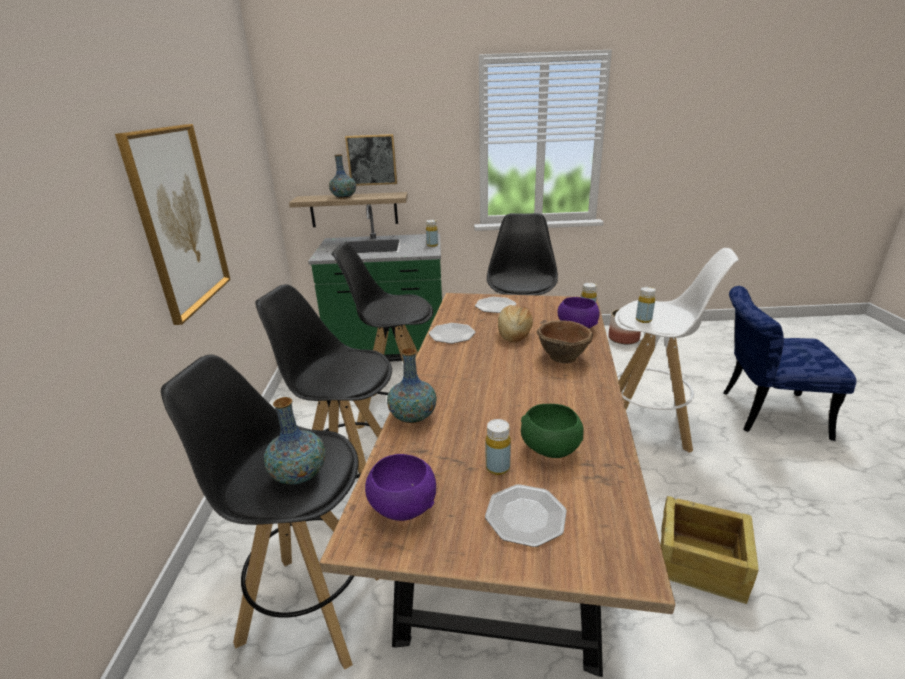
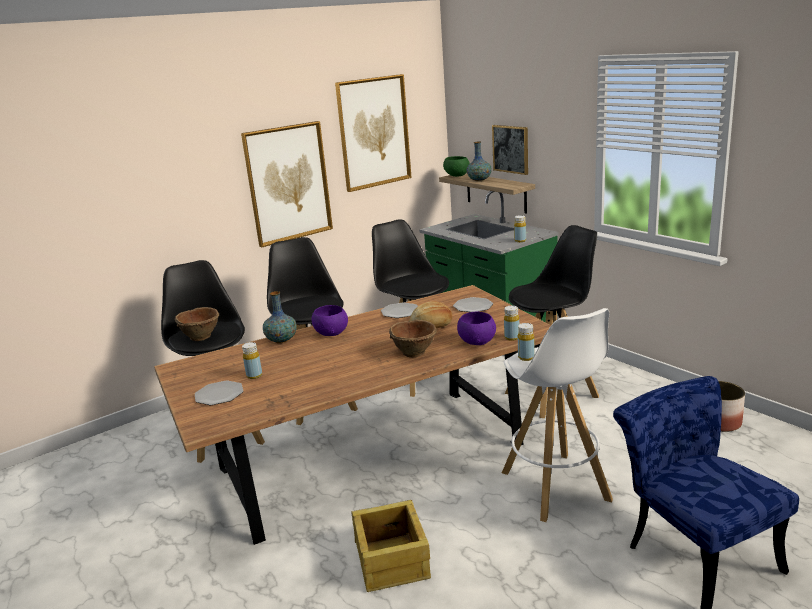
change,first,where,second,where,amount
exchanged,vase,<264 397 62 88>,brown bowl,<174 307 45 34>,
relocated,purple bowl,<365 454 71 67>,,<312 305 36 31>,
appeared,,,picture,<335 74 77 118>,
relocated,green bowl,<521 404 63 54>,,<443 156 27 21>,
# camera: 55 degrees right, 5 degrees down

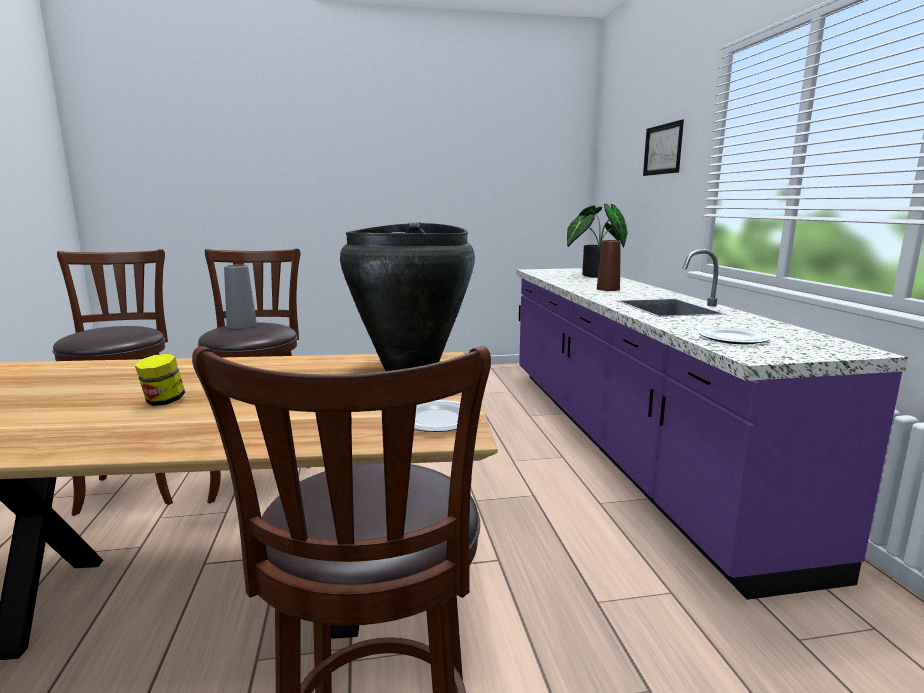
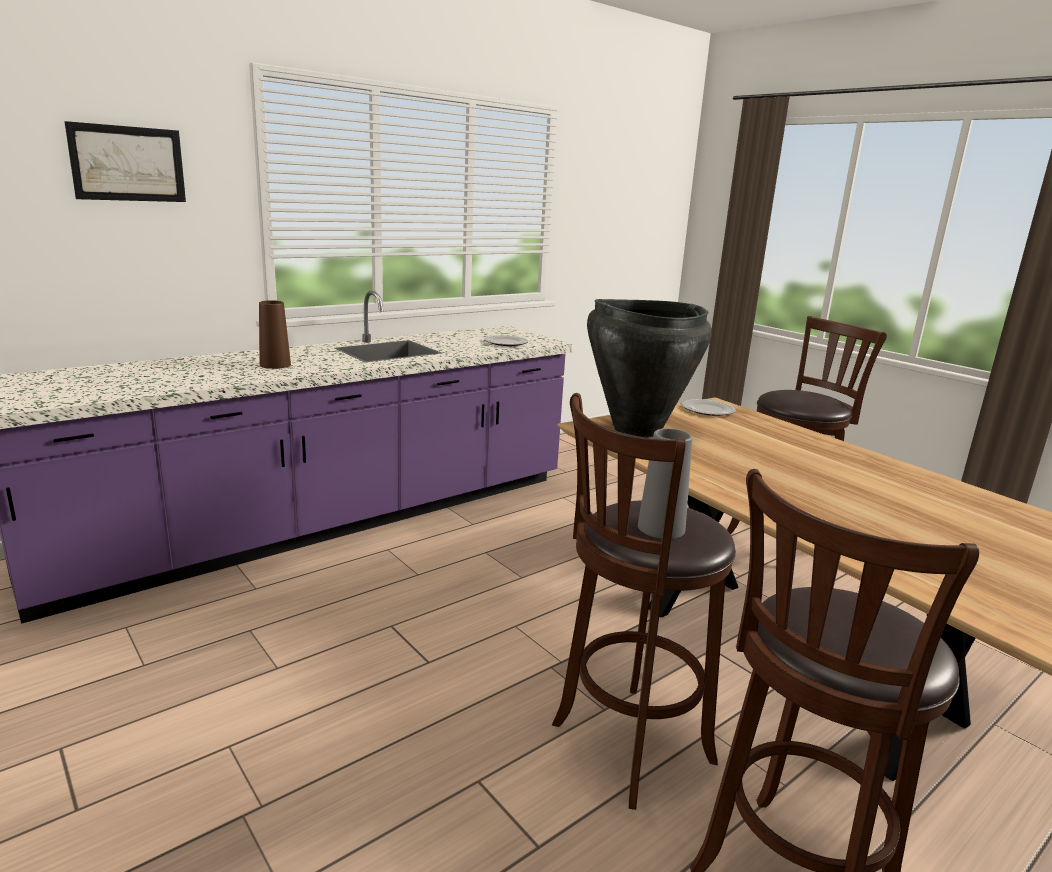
change,first,where,second,where,amount
missing,jar,<135 354 50 52>,,,
missing,potted plant,<567 204 60 74>,,,
# camera: 120 degrees left, 5 degrees up

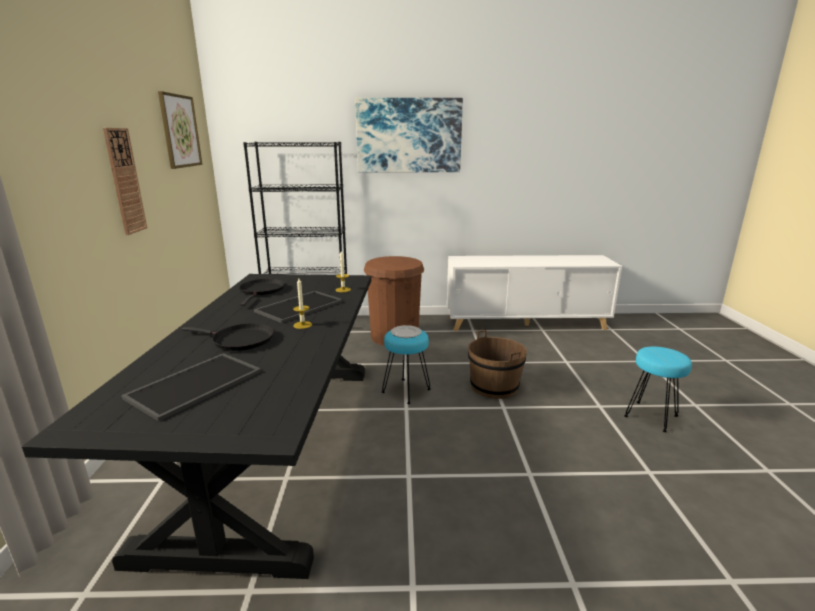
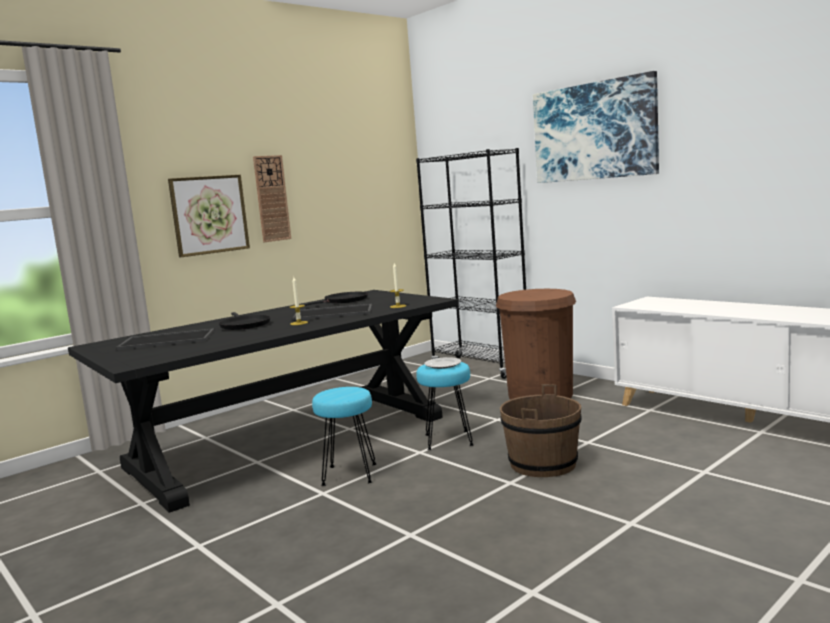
change,first,where,second,where,amount
relocated,picture,<158 91 45 78>,,<168 175 82 82>,
relocated,turquoise stool,<624 346 68 86>,,<312 387 65 99>,
# camera: 50 degrees right, 10 degrees down

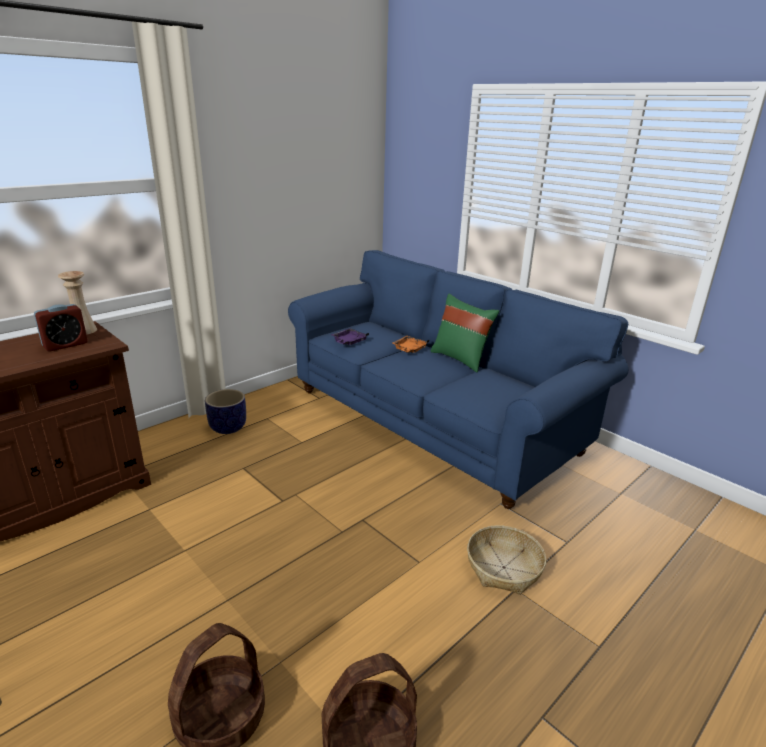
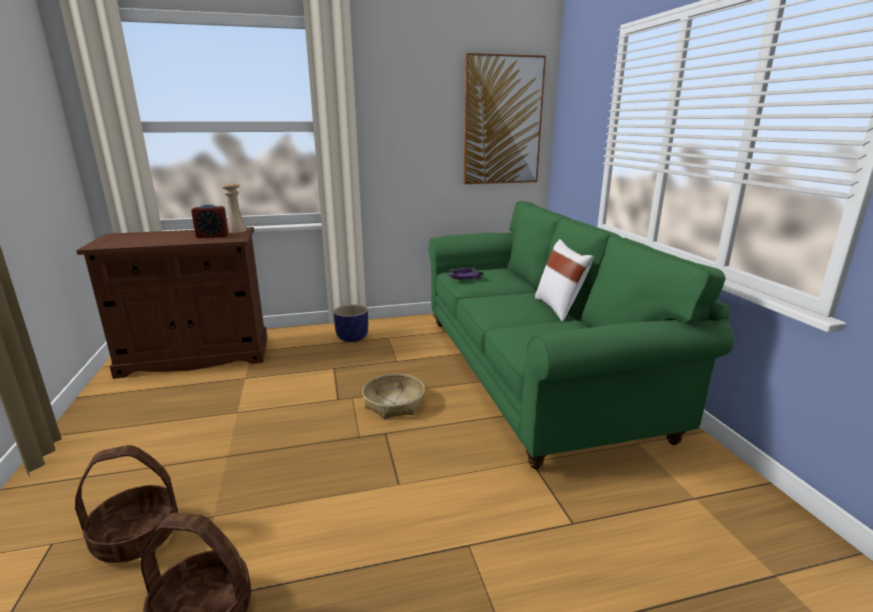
change,first,where,second,where,amount
relocated,basket,<467 525 79 70>,,<362 374 63 45>,
colour,blue sofa,<288 250 341 259>,green sofa,<429 201 305 268>,
appeared,,,picture,<463 53 83 131>,
colour,green pillow,<431 294 68 79>,white pillow,<535 239 59 83>,
missing,orange tray,<392 336 37 17>,,,
# camera: 30 degrees right, 5 degrees down

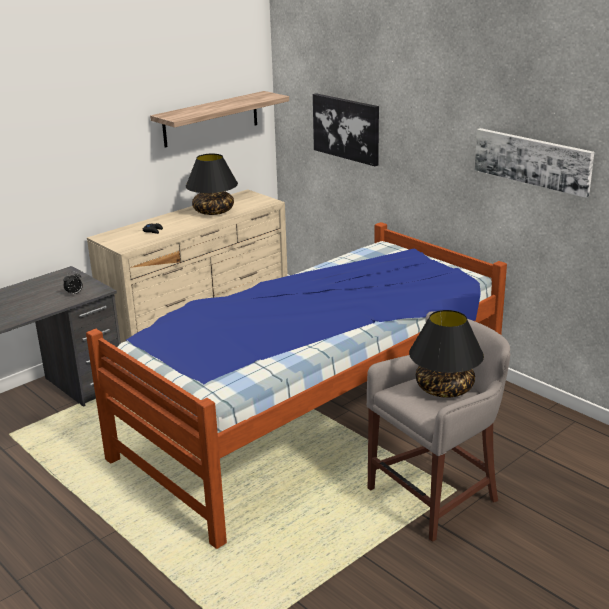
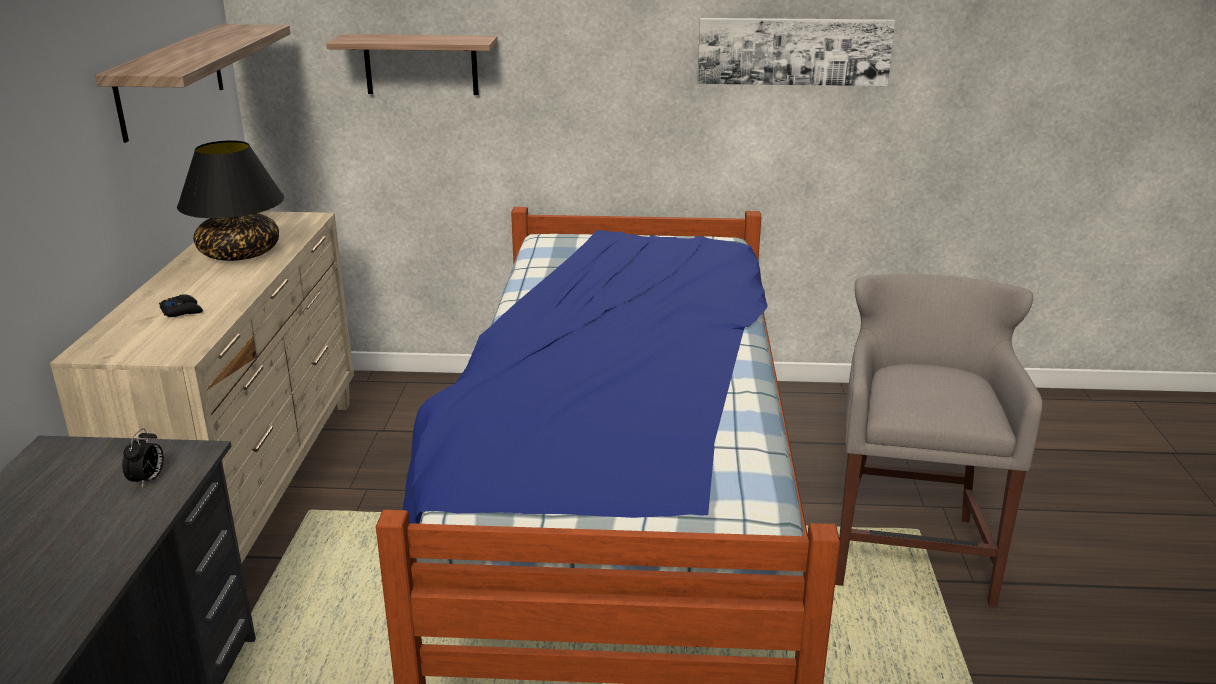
change,first,where,second,where,amount
exchanged,picture,<313 93 66 73>,shelf,<326 34 172 61>,
missing,black table lamp,<409 310 75 88>,,,
# camera: 45 degrees left, 0 degrees up

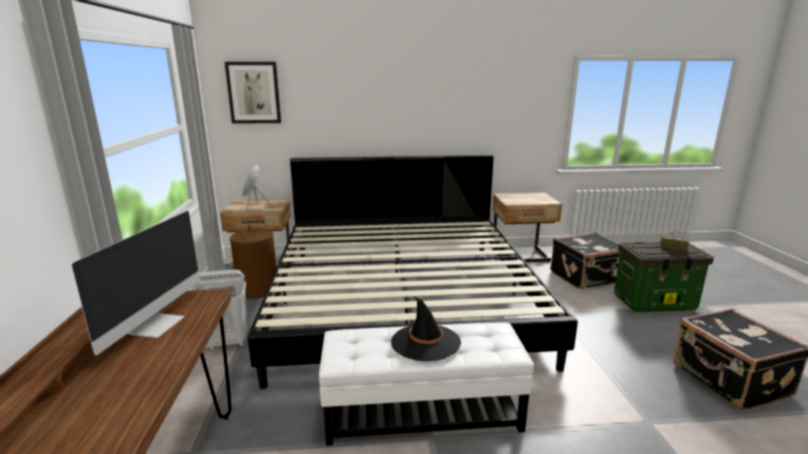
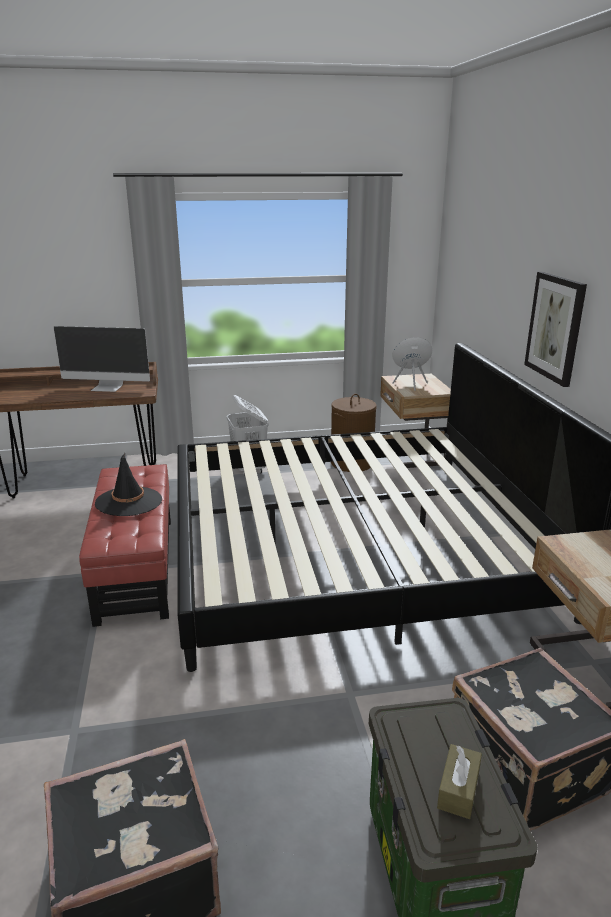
change,first,where,second,where,amount
colour,white ottoman,<319 323 215 123>,red ottoman,<79 464 92 163>,
relocated,picture,<225 62 56 62>,,<524 272 63 115>,
# camera: 85 degrees right, 5 degrees up

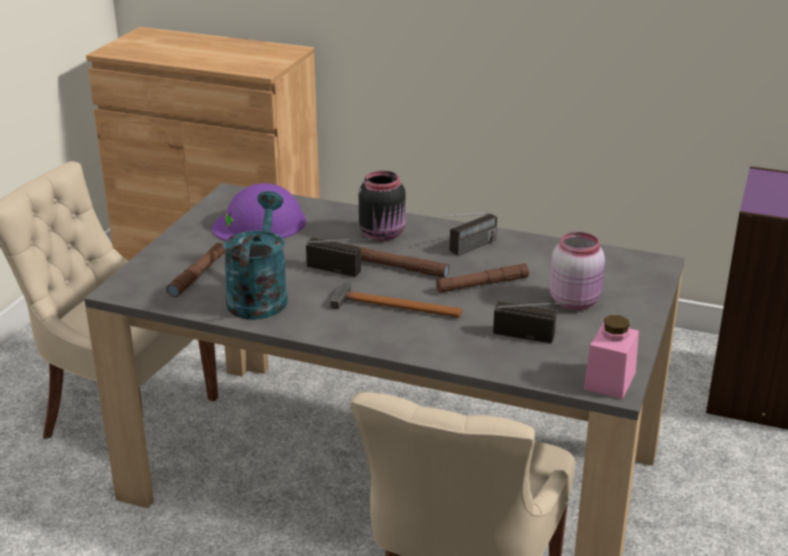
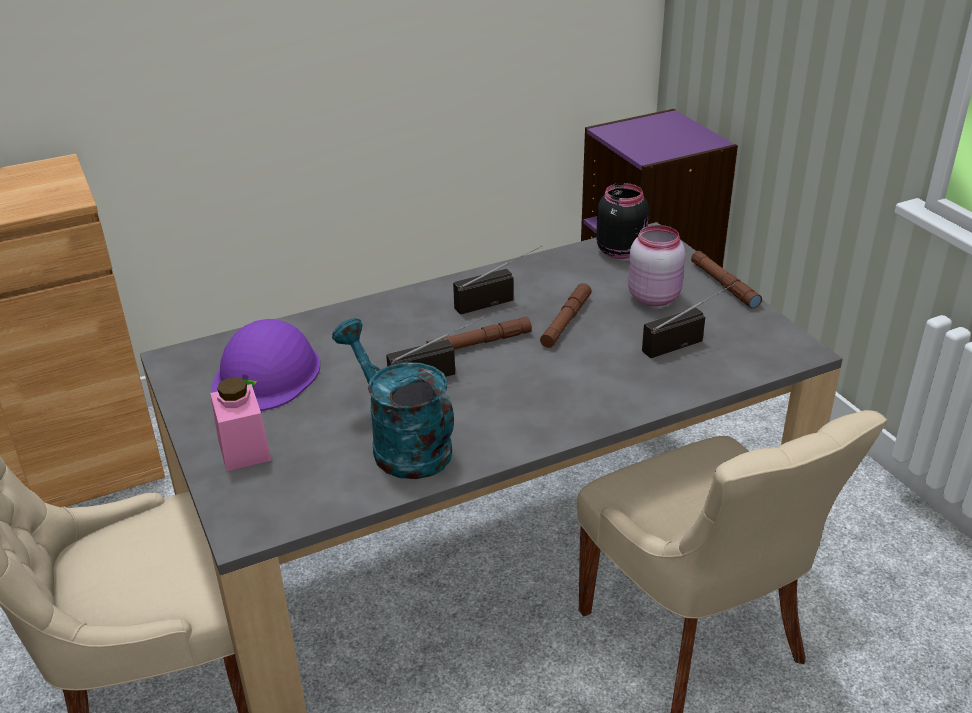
change,first,where,second,where,amount
relocated,pink jar,<584 315 55 84>,,<210 377 61 94>,
spun,radio,<429 212 68 44>,,<453 246 89 69>,120 degrees counterclockwise
relocated,black jar,<359 171 47 70>,,<596 183 53 76>,
relocated,brown flashlight,<167 243 58 54>,,<691 251 71 58>,
missing,hammer,<330 278 132 40>,,,
# camera: 45 degrees left, 5 degrees up

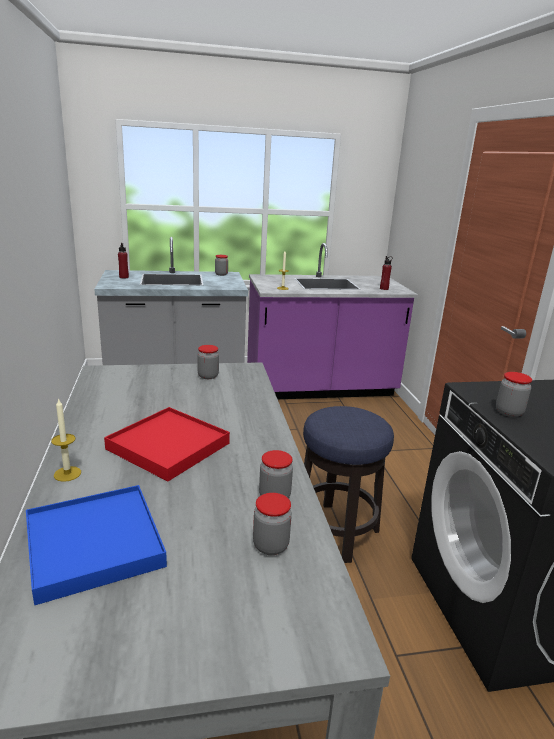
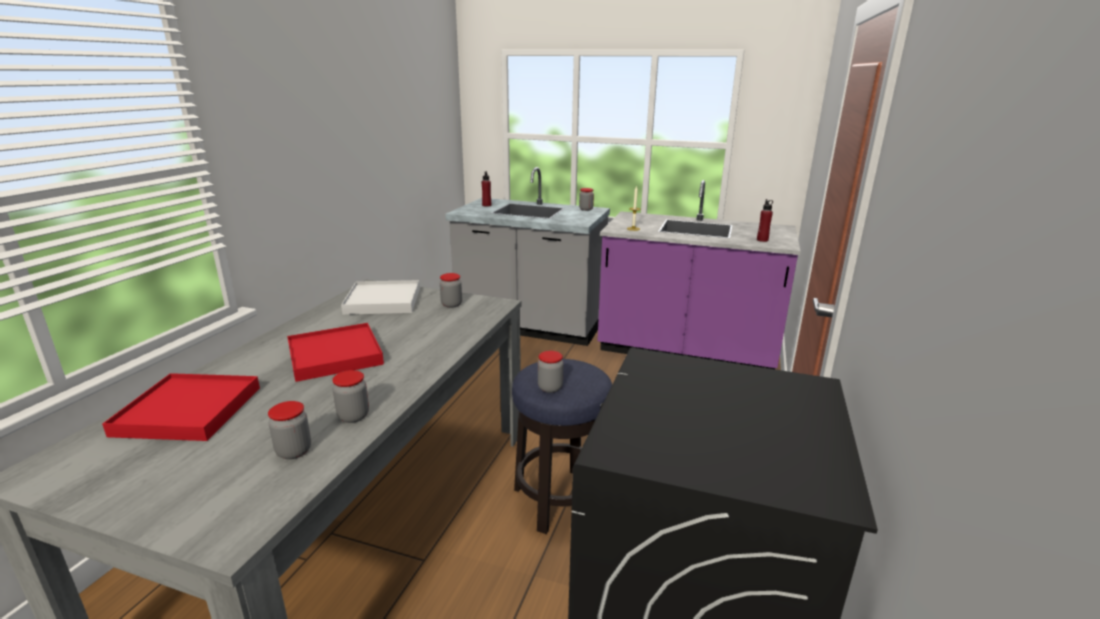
change,first,where,second,where,amount
colour,blue tray,<26 485 141 120>,red tray,<102 373 158 68>,
appeared,,,white tray,<341 280 79 35>,
relocated,jar,<496 372 36 45>,,<538 351 25 42>,
missing,candle,<51 398 30 84>,,,
# camera: 30 degrees right, 0 degrees up

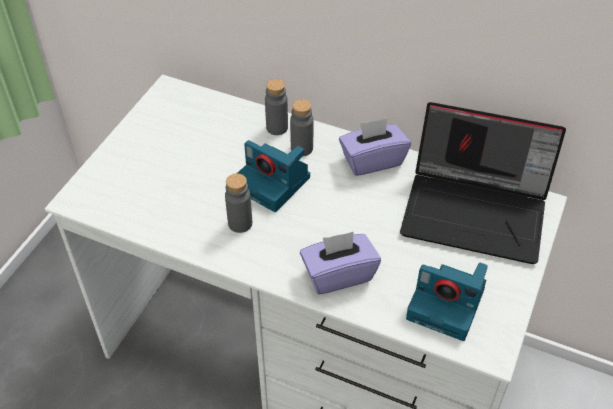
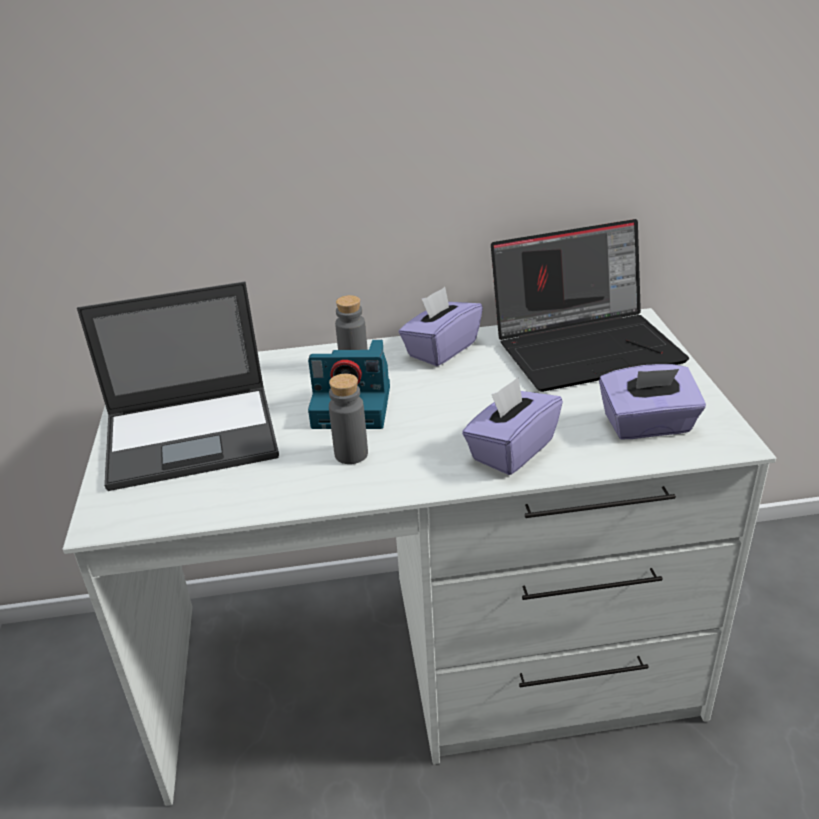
change,first,where,second,where,amount
appeared,,,laptop,<77 282 202 209>,
exchanged,photo camera,<406 262 82 79>,purple tissue box,<599 364 107 75>,
missing,grey bottle,<265 79 23 56>,,,
# camera: 30 degrees left, 15 degrees down

